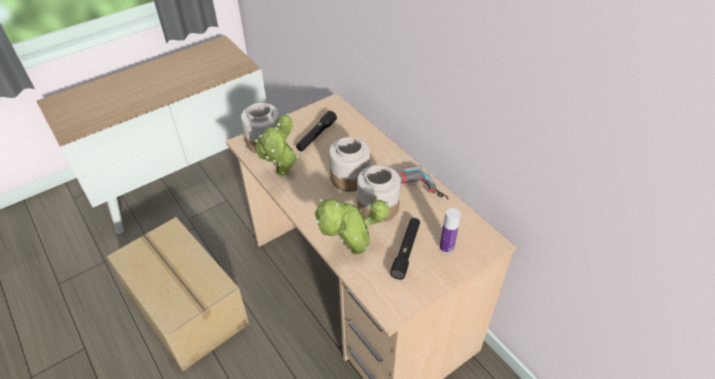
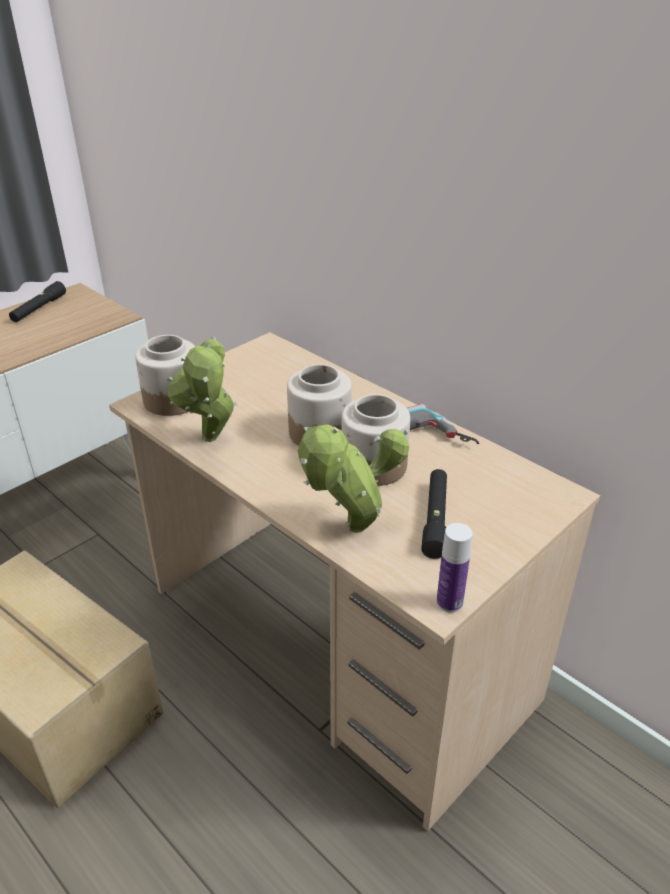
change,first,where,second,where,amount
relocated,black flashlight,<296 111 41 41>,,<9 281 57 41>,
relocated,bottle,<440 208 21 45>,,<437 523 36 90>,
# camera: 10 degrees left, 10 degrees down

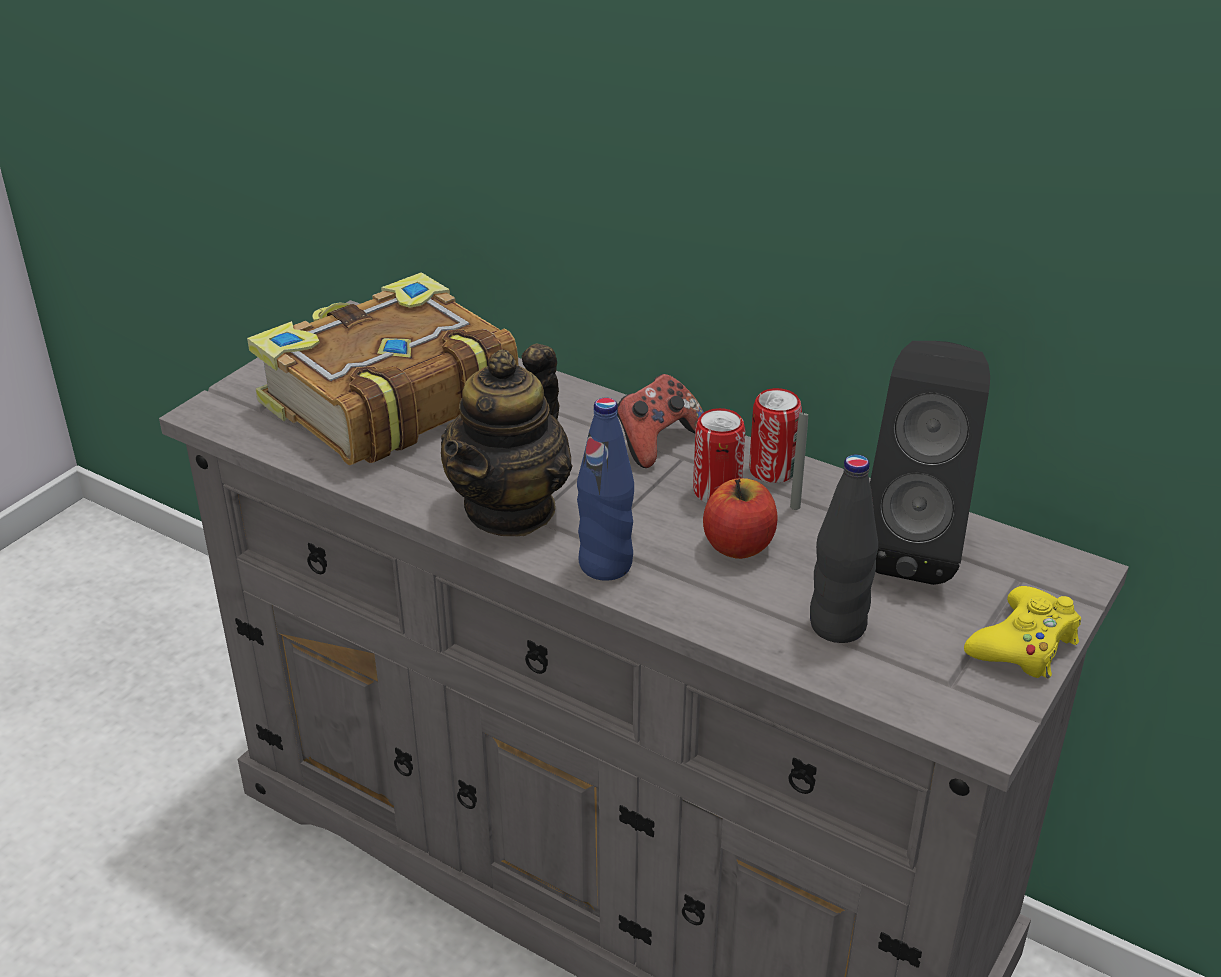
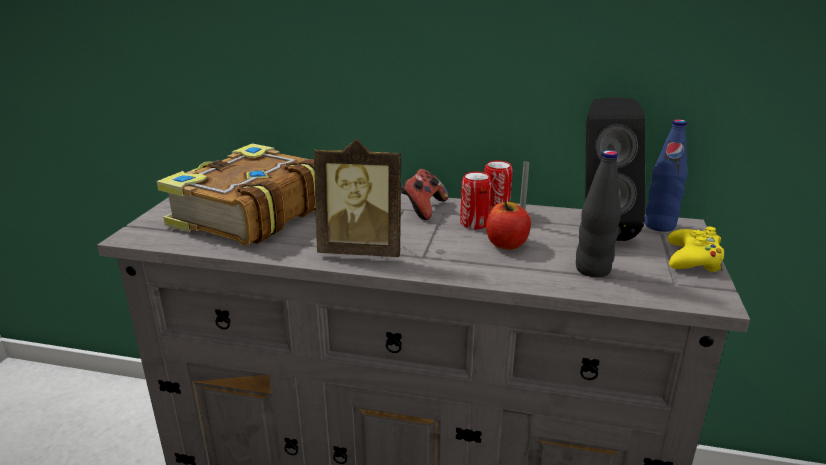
change,first,where,second,where,amount
exchanged,teapot,<441 344 131 192>,picture frame,<314 139 87 118>,
relocated,blue bottle,<577 398 57 183>,,<645 119 42 113>,
# camera: 20 degrees left, 10 degrees down

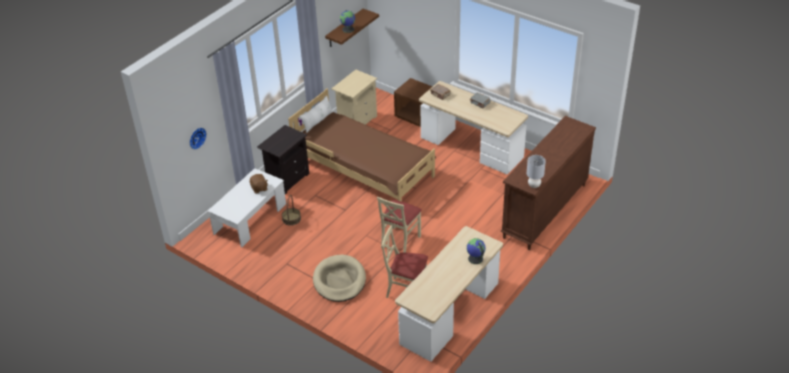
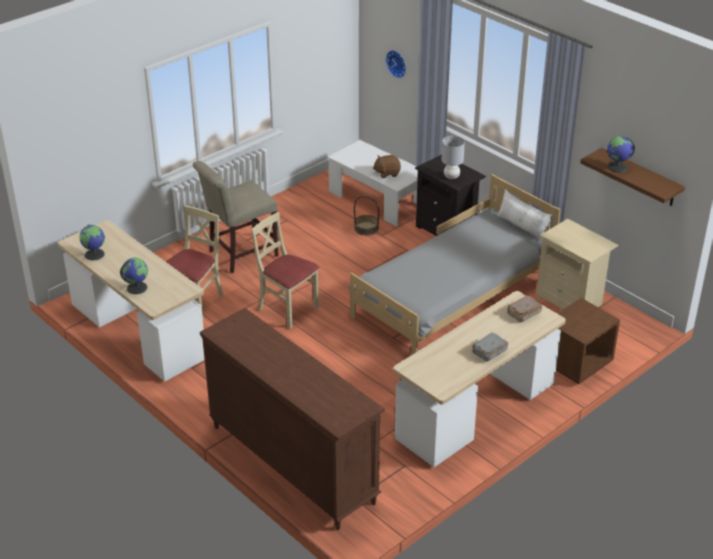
change,first,where,second,where,amount
appeared,,,globe,<79 224 26 36>,
exchanged,beige dog bed,<313 255 53 47>,beige chair,<193 161 86 112>,
colour,brown bed,<288 89 148 113>,grey bed,<348 174 213 181>,
relocated,grey table lamp,<527 155 19 33>,,<442 136 23 43>,
# camera: 100 degrees right, 5 degrees down

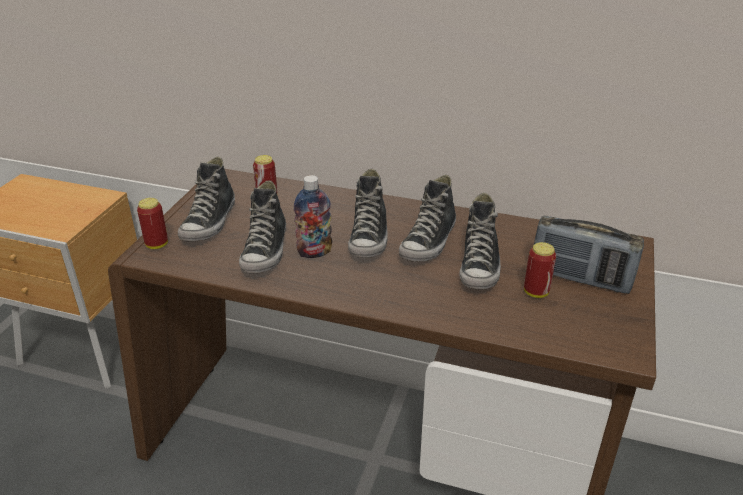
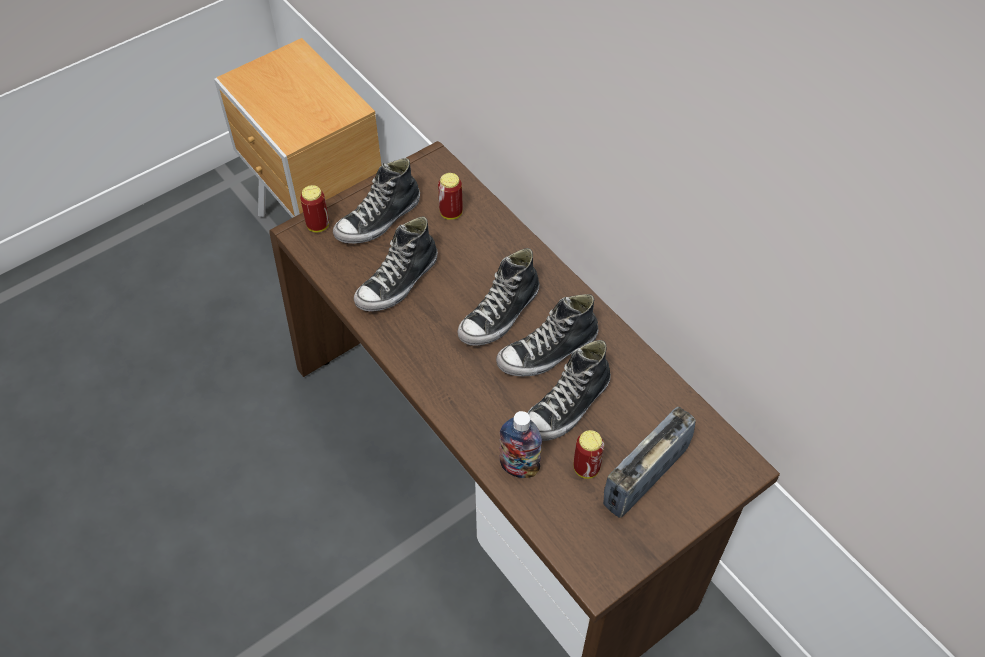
change,first,where,second,where,amount
relocated,bottle,<294 175 38 83>,,<499 411 43 67>,
spun,radio,<534 216 110 78>,,<603 407 93 111>,75 degrees clockwise
# camera: 35 degrees right, 20 degrees up

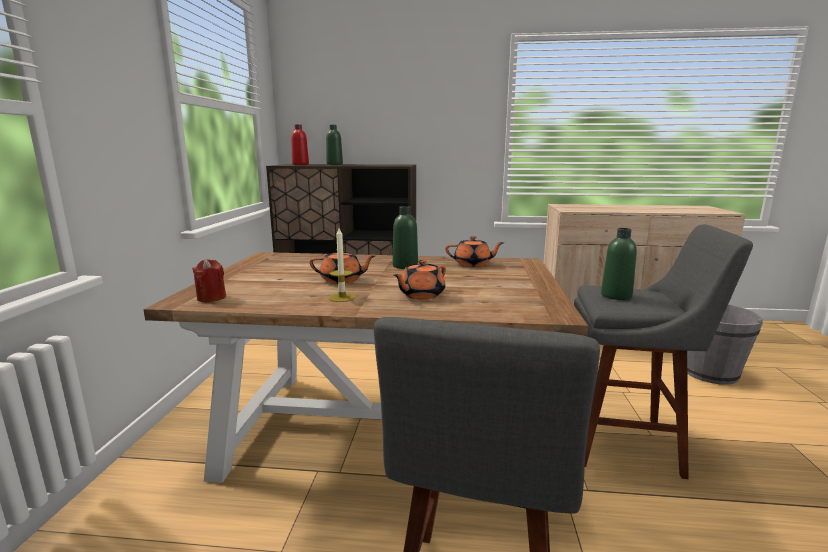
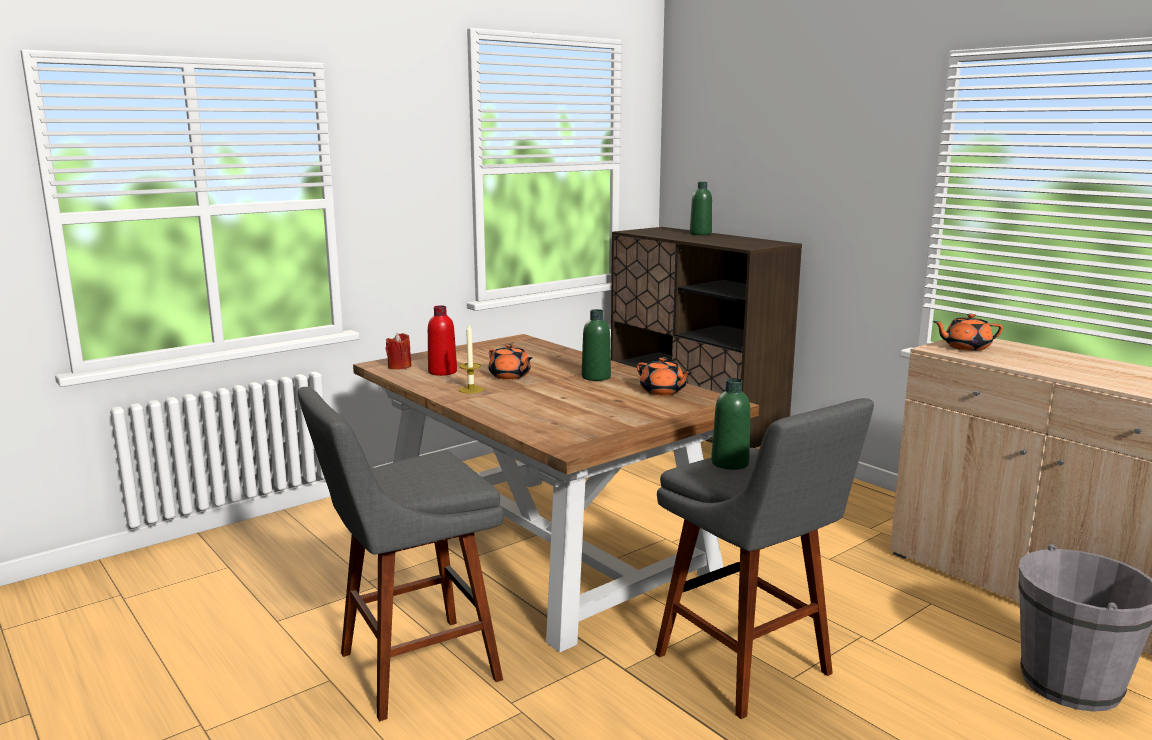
change,first,where,second,where,amount
relocated,red bottle,<291 124 18 41>,,<428 306 29 70>,
relocated,orange teapot,<393 260 53 40>,,<933 314 70 37>,
# camera: 45 degrees right, 0 degrees up

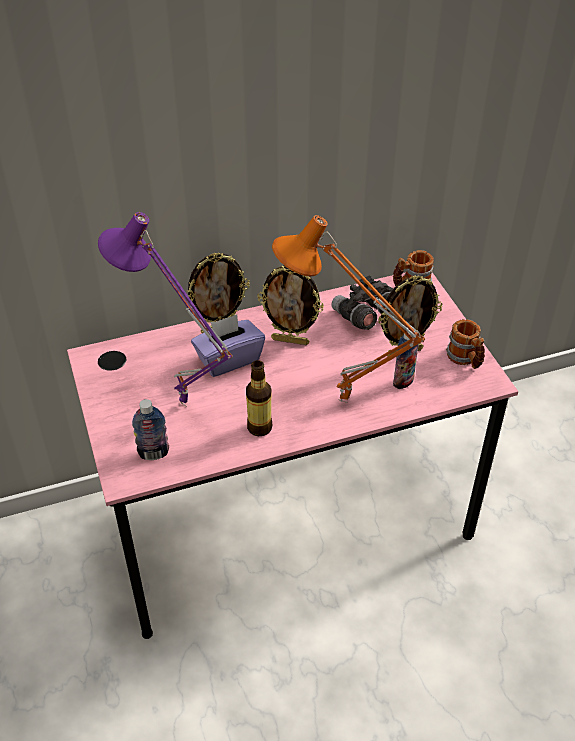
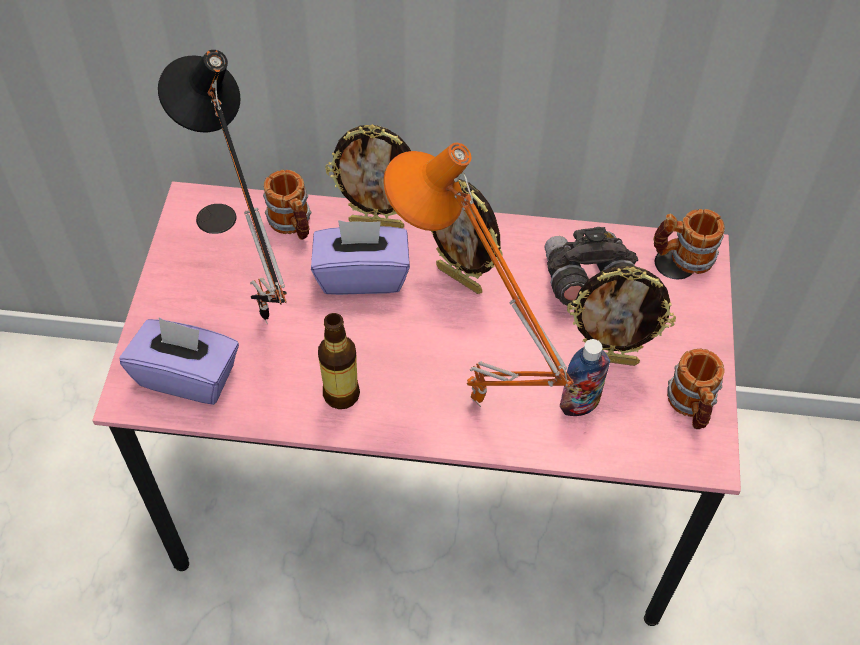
change,first,where,second,where,amount
exchanged,bottle,<132 399 37 61>,purple tissue box,<119 318 120 87>,
colour,purple table lamp,<98 212 135 195>,black table lamp,<158 50 129 275>,
appeared,,,mug,<263 170 48 70>,
# camera: 25 degrees right, 10 degrees up

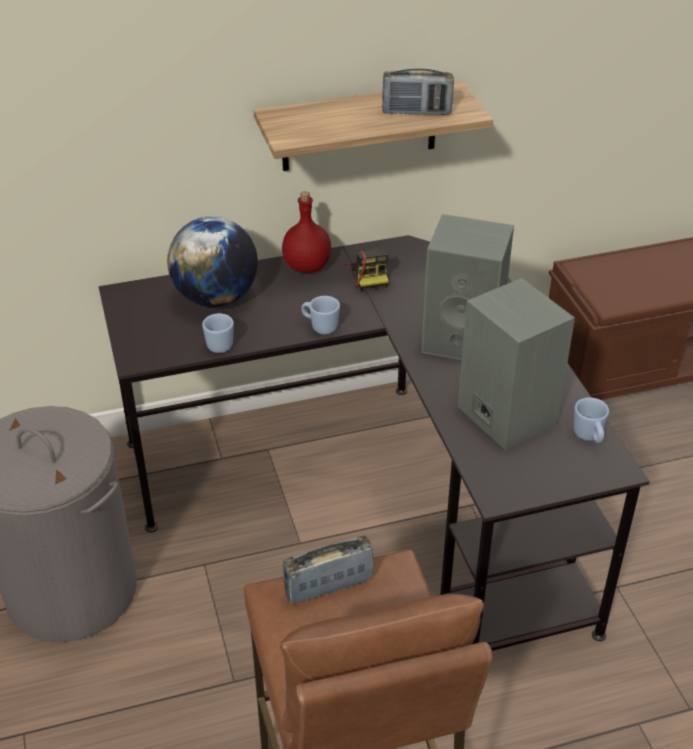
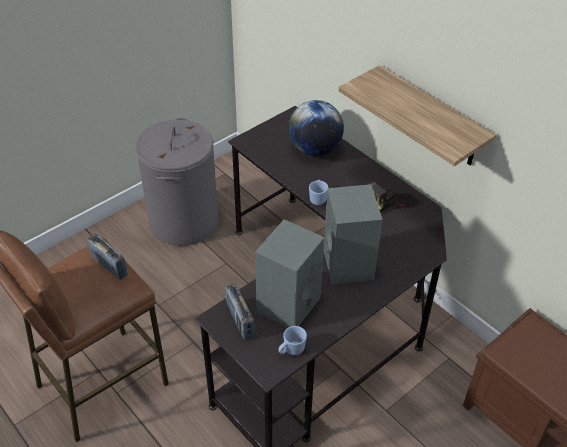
change,first,where,second,where,amount
relocated,radio,<382 69 72 46>,,<226 284 29 56>,
missing,blue mug,<202 313 32 40>,,,
missing,red bottle,<282 191 49 82>,,,
# camera: 65 degrees right, 5 degrees up

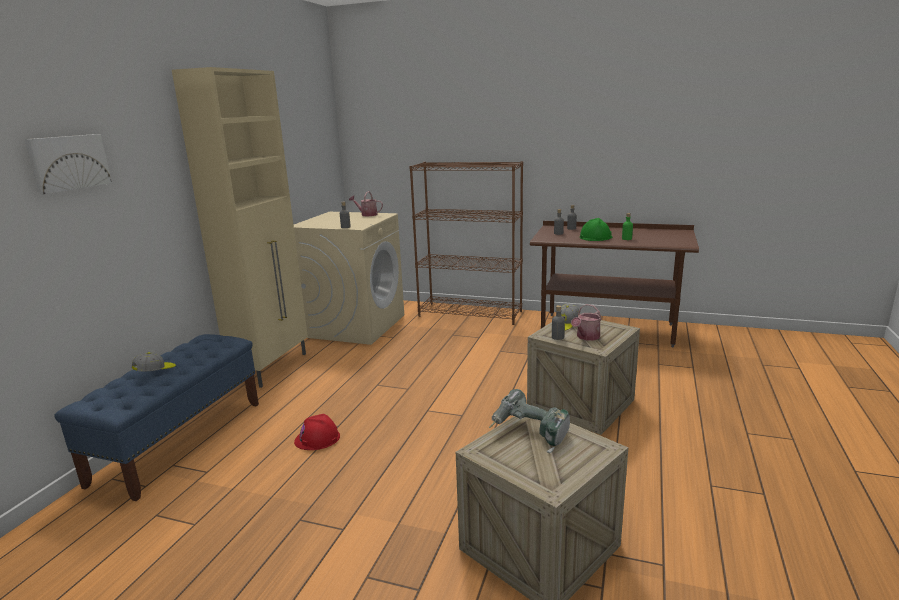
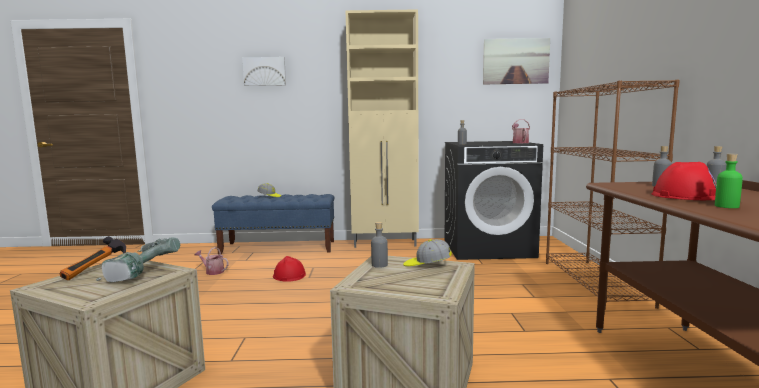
change,first,where,second,where,amount
appeared,,,hammer,<60 236 66 44>,
relocated,watering can,<571 304 31 36>,,<195 247 34 28>,
colour,beige washing machine,<294 212 110 133>,black washing machine,<445 141 98 119>,
appeared,,,picture,<483 38 67 46>,
colour,green hard hat,<580 218 32 23>,red hard hat,<652 162 64 38>,
# camera: 70 degrees right, 10 degrees down

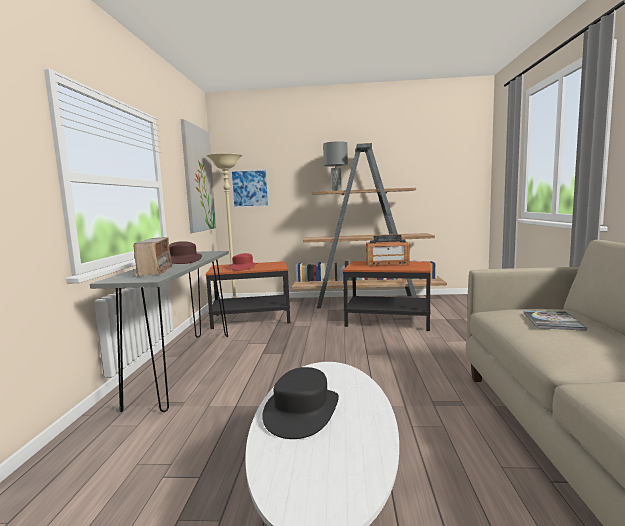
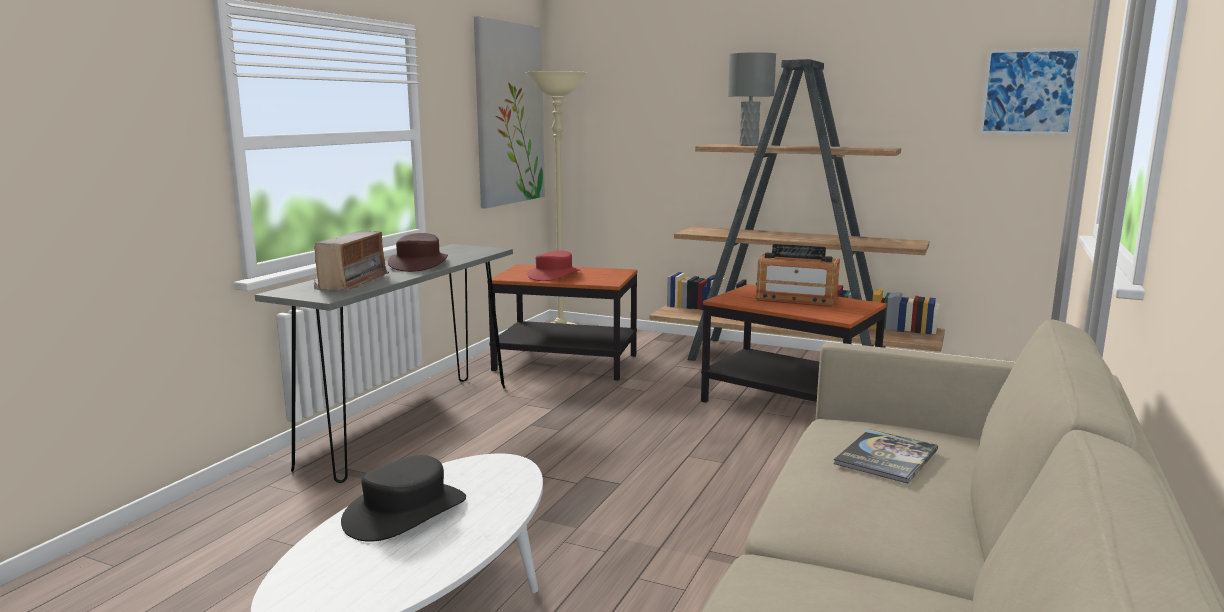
change,first,where,second,where,amount
relocated,picture,<231 169 38 39>,,<980 48 102 87>,
# camera: 20 degrees right, 5 degrees up

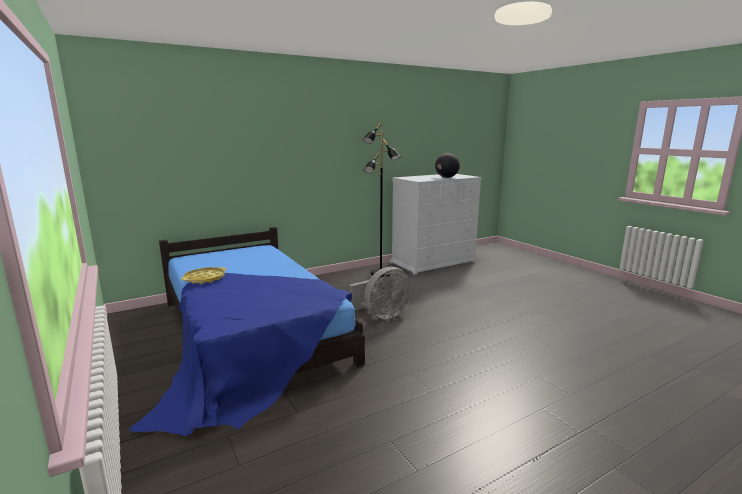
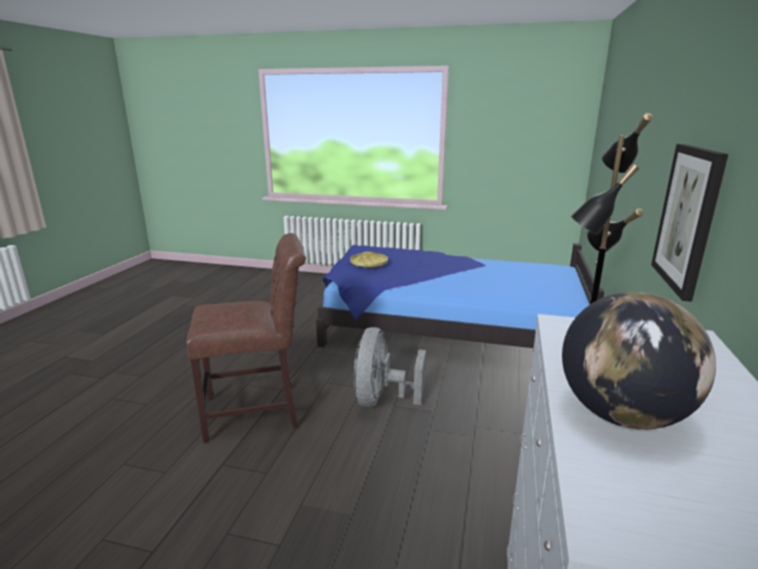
change,first,where,second,where,amount
appeared,,,brown chair,<186 233 120 210>,
relocated,yellow tray,<181 267 45 17>,,<350 252 38 16>,
appeared,,,picture,<651 144 77 158>,
# camera: 135 degrees right, 5 degrees up

